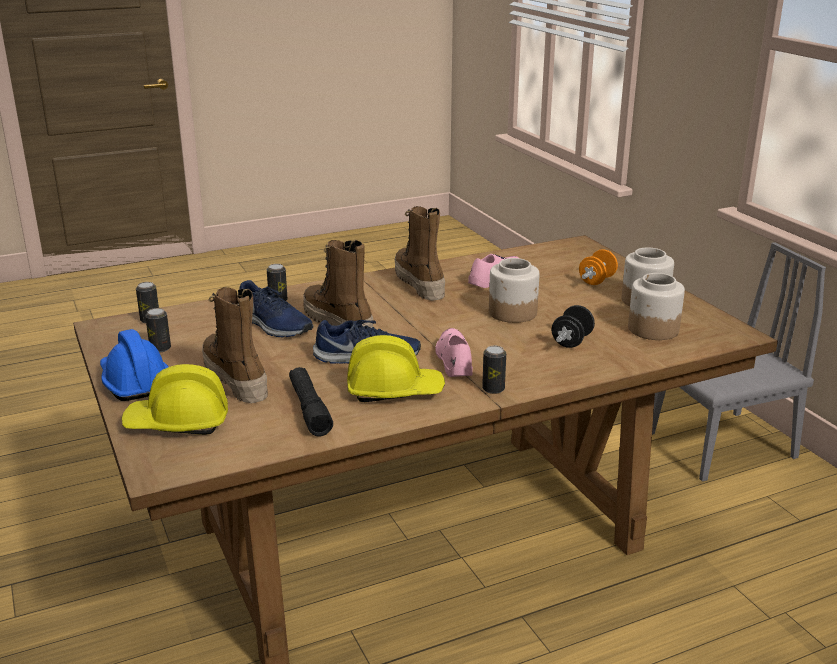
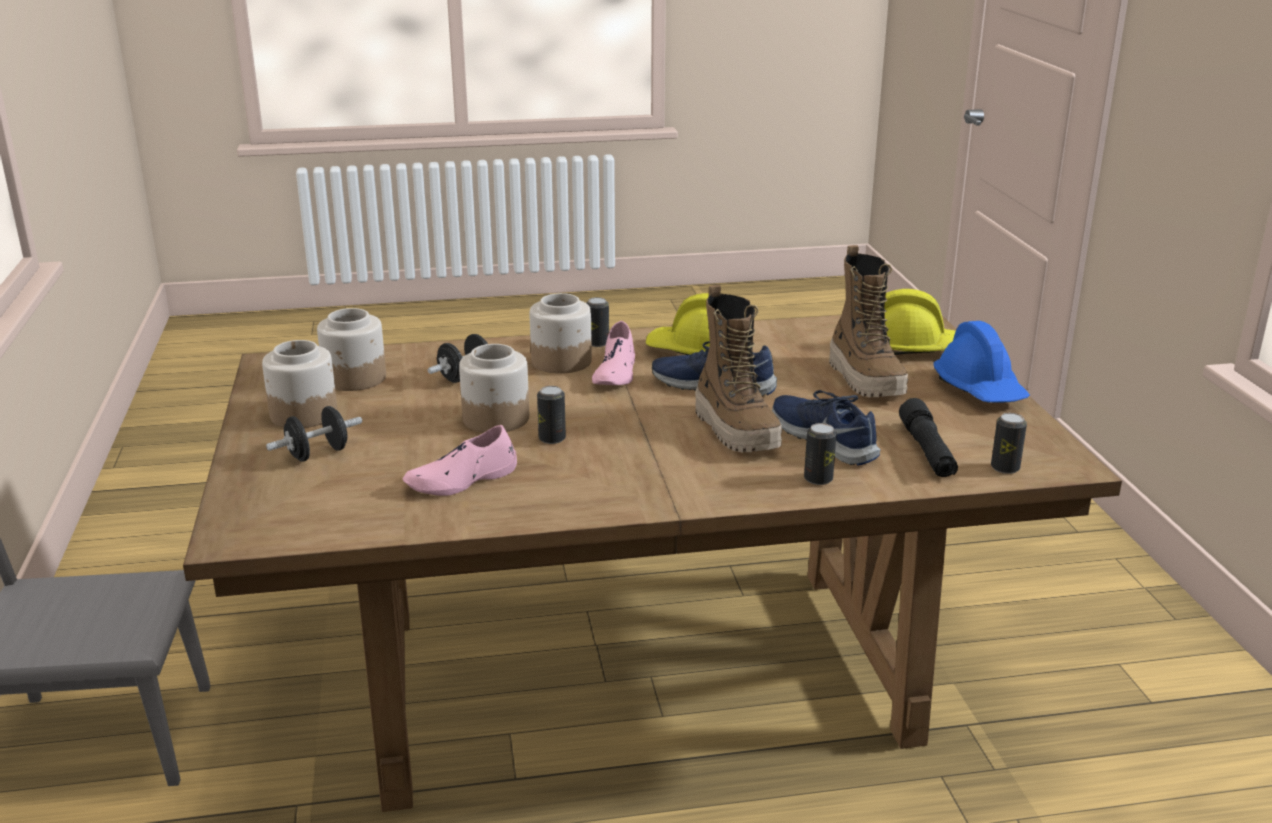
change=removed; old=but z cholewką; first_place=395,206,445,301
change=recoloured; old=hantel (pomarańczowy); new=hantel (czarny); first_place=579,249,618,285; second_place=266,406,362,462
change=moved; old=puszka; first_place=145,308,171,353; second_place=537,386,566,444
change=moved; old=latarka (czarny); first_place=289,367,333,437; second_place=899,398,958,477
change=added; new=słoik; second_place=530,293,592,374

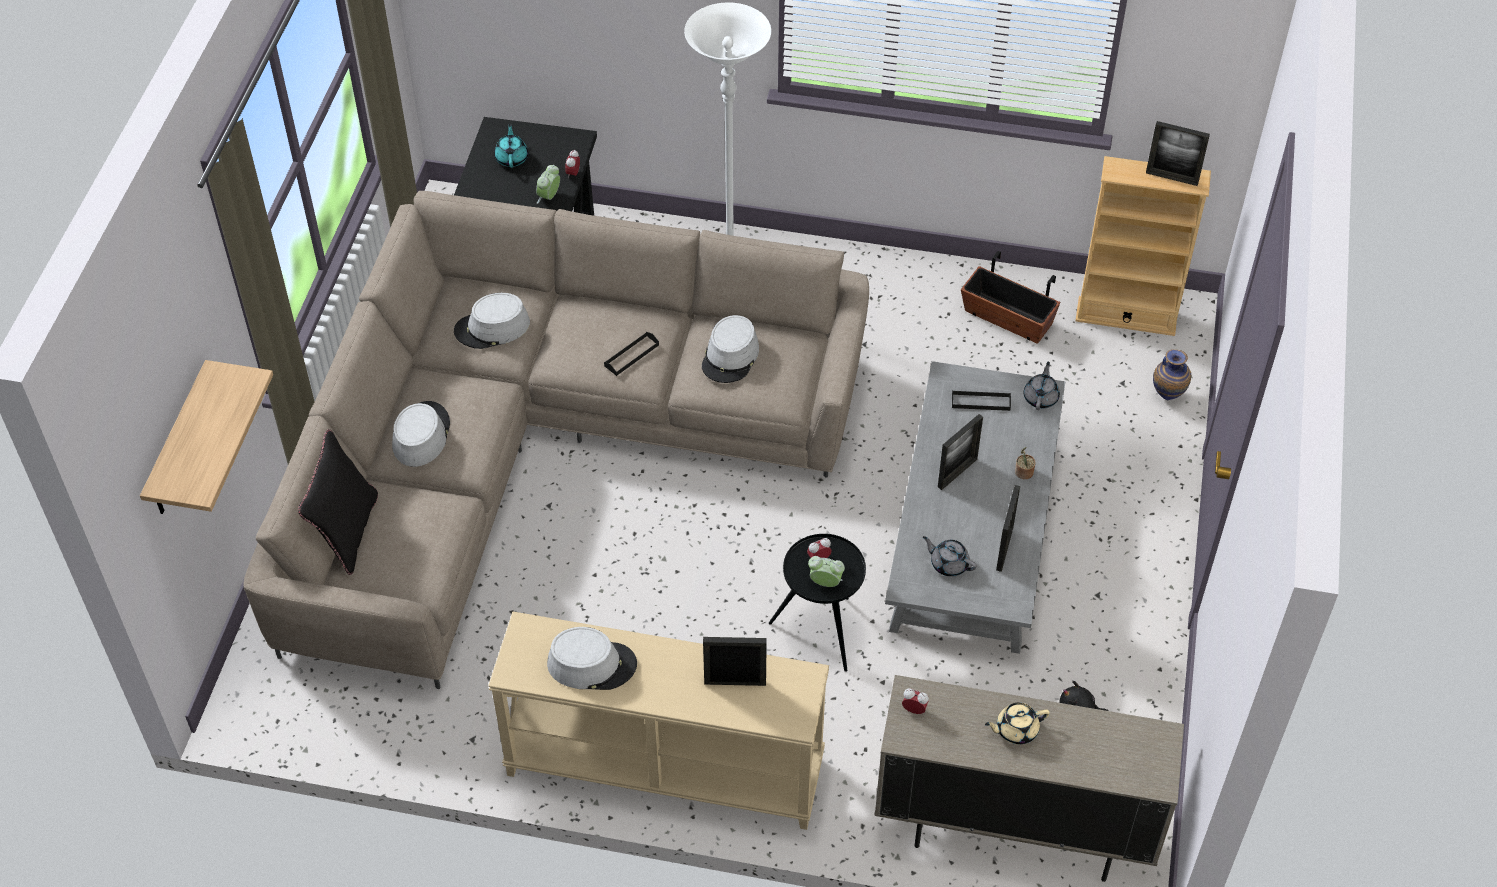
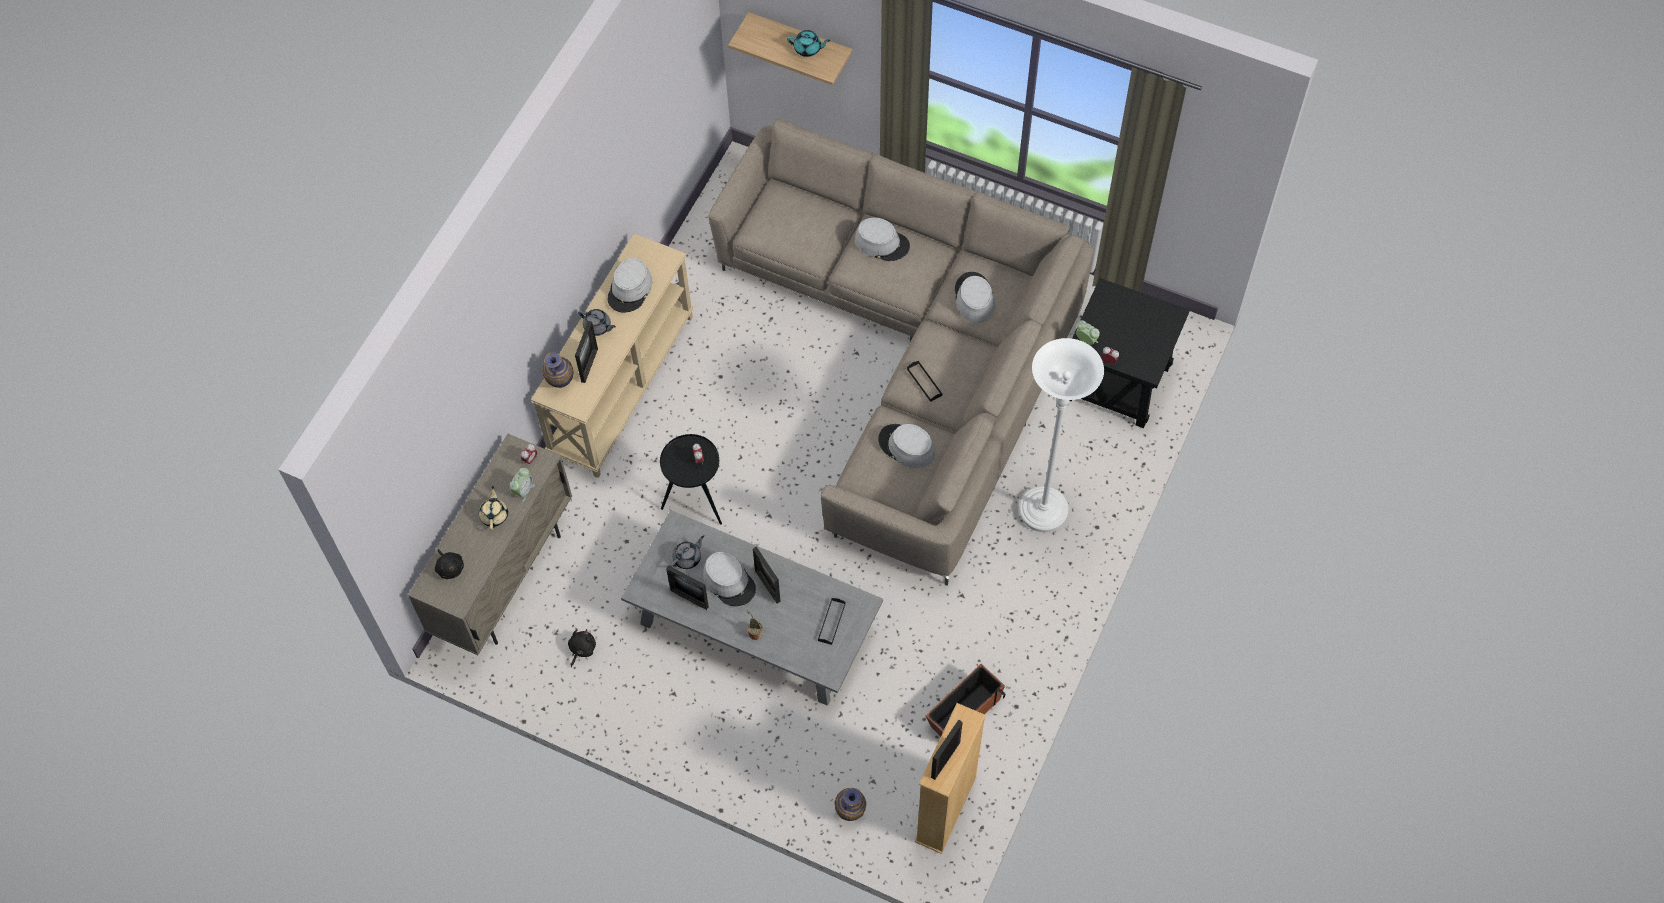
change=moved; old=imbryk (turkusowy); first_place=494,124,528,168; second_place=787,30,830,57
change=moved; old=imbryk (szary); first_place=1024,361,1060,410; second_place=578,309,616,336
change=removed; old=poduszka (czarny); first_place=298,429,378,575
change=moved; old=budzik; first_place=808,556,845,587; second_place=510,468,535,502
change=added; new=wazon; second_place=542,353,573,388
change=added; new=pluszak (czarny); second_place=435,549,464,579
change=added; new=kapelusz (szary); second_place=703,552,756,606

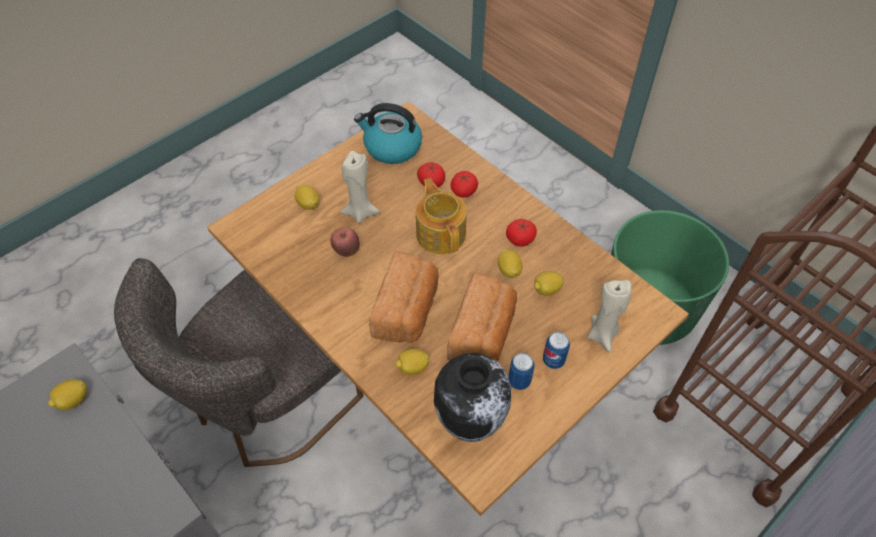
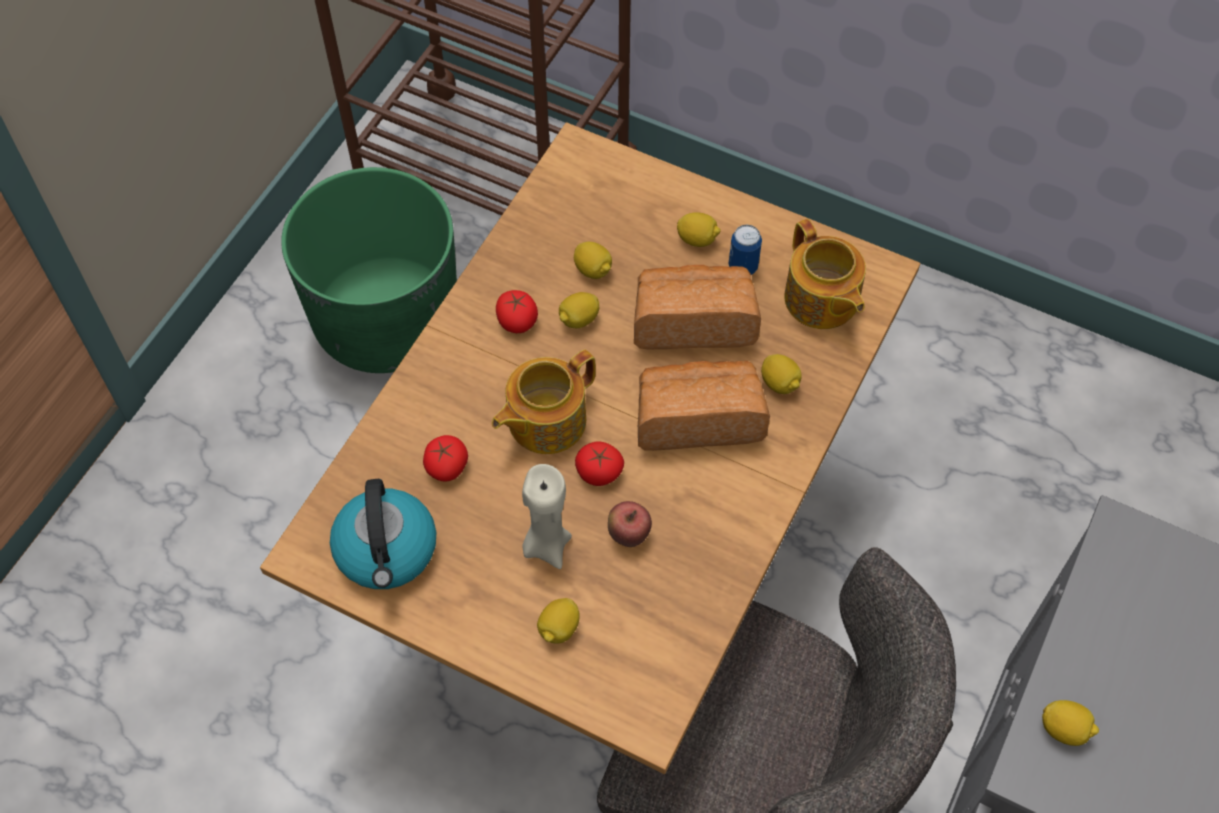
change=moved; old=pomidor; first_place=451,171,478,198; second_place=575,441,624,486
change=removed; old=świeca (beżowy); first_place=587,280,632,353
change=replaced; old=puszka; new=cytryna; first_place=543,332,570,369; second_place=677,212,721,247
change=replaced; old=wazon; new=imbryk; first_place=434,353,511,442; second_place=784,219,866,329

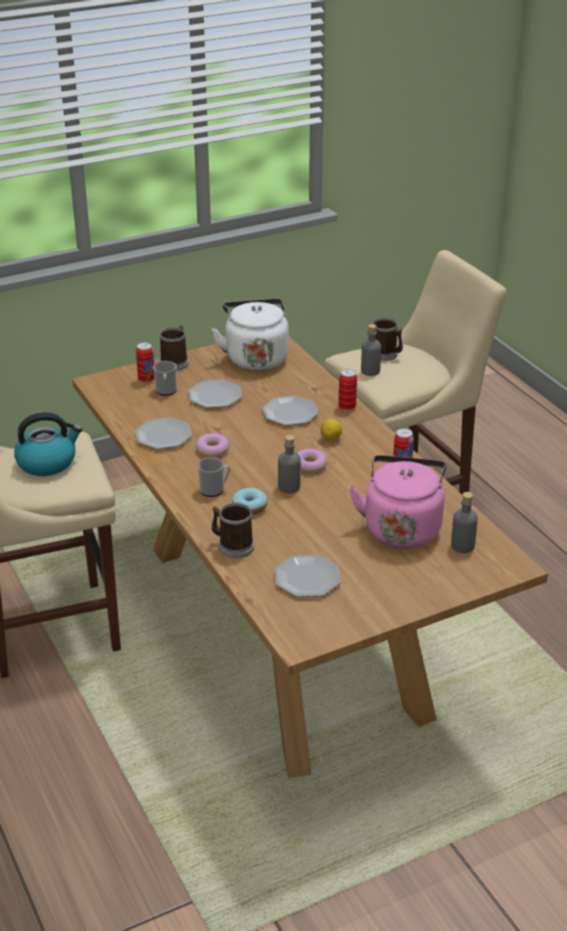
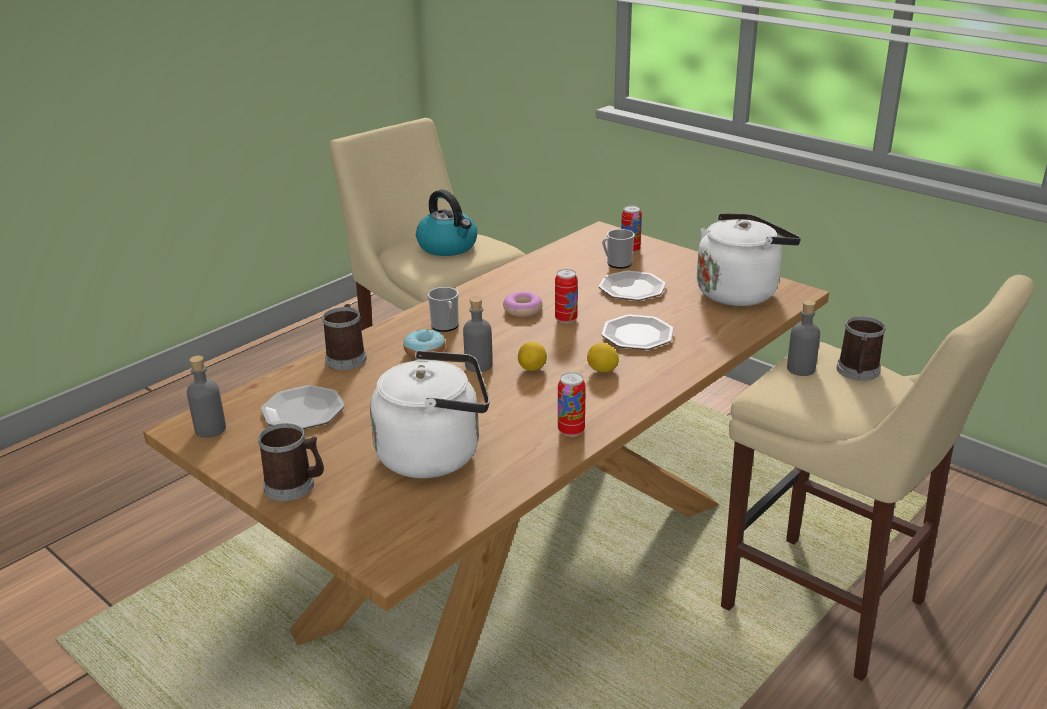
change=moved; old=kubek; first_place=160,326,188,371; second_place=258,423,324,501
change=moved; old=puszka; first_place=338,369,357,411; second_place=555,269,578,324
change=removed; old=talerz; first_place=135,417,193,450
change=replaced; old=donut; new=cytryna; first_place=297,449,327,473; second_place=518,342,547,371
change=recoloured; old=czajnik (różowy); new=czajnik (biały); first_place=349,455,446,548; second_place=370,350,490,478
change=moved; old=butelka (szary); first_place=451,492,478,553; second_place=187,356,226,438

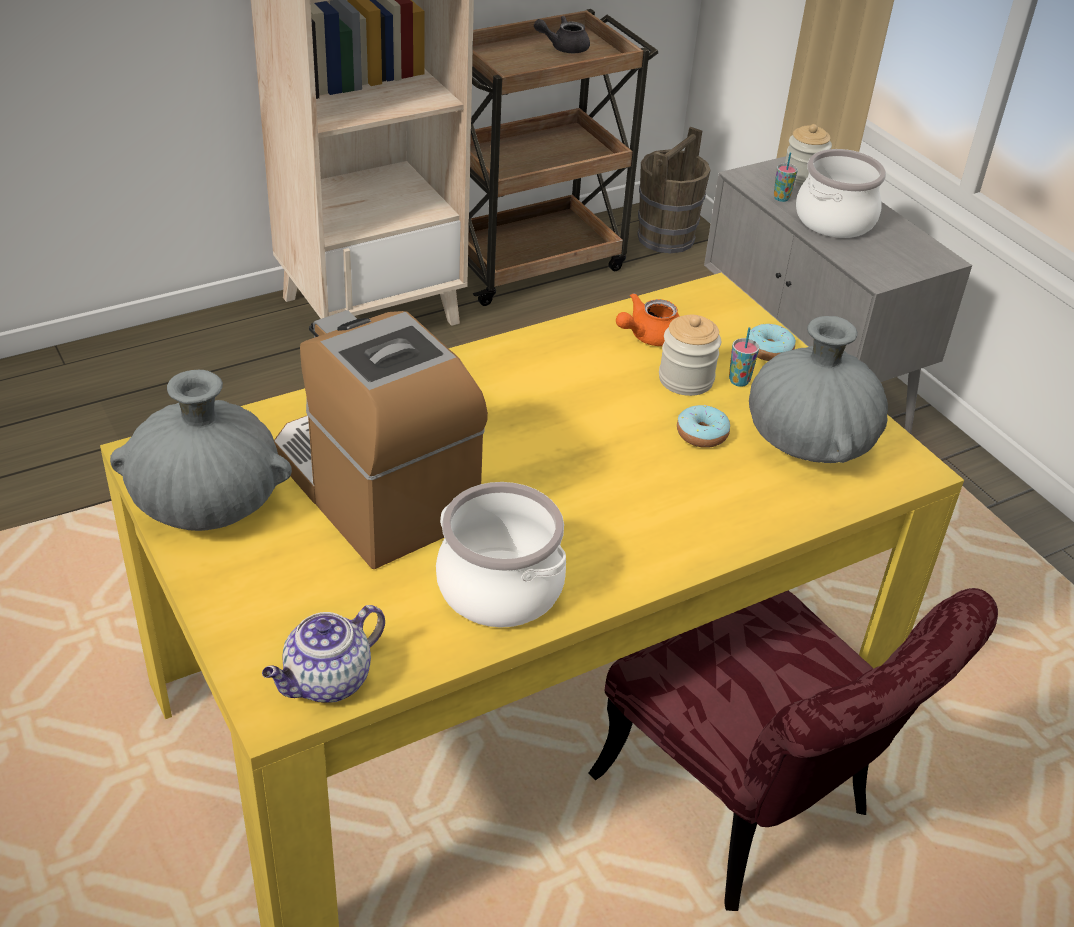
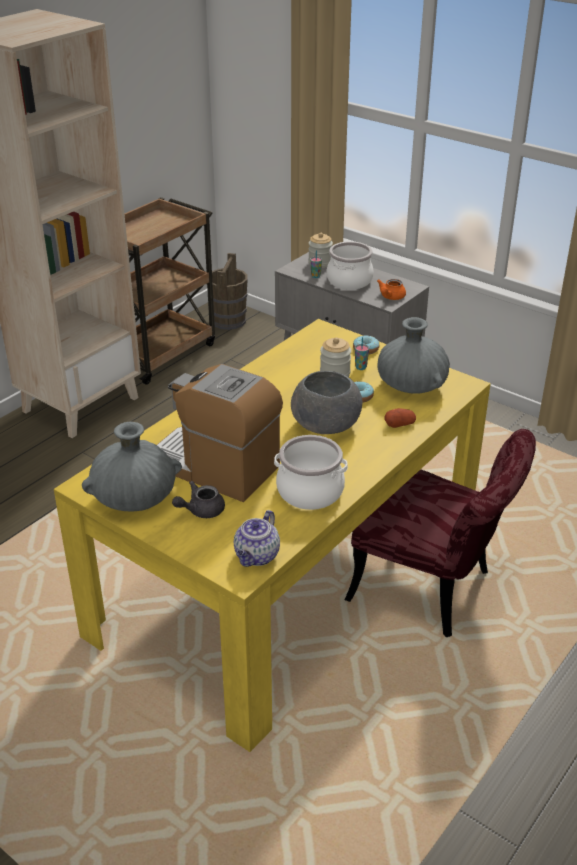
change=moved; old=imbryk (szary); first_place=534,16,590,53; second_place=172,481,225,518
change=moved; old=imbryk (pomarańczowy); first_place=616,293,680,346; second_place=377,279,406,300
change=added; new=miska (szary); second_place=291,371,362,434
change=added; new=ziemniak; second_place=384,408,416,428

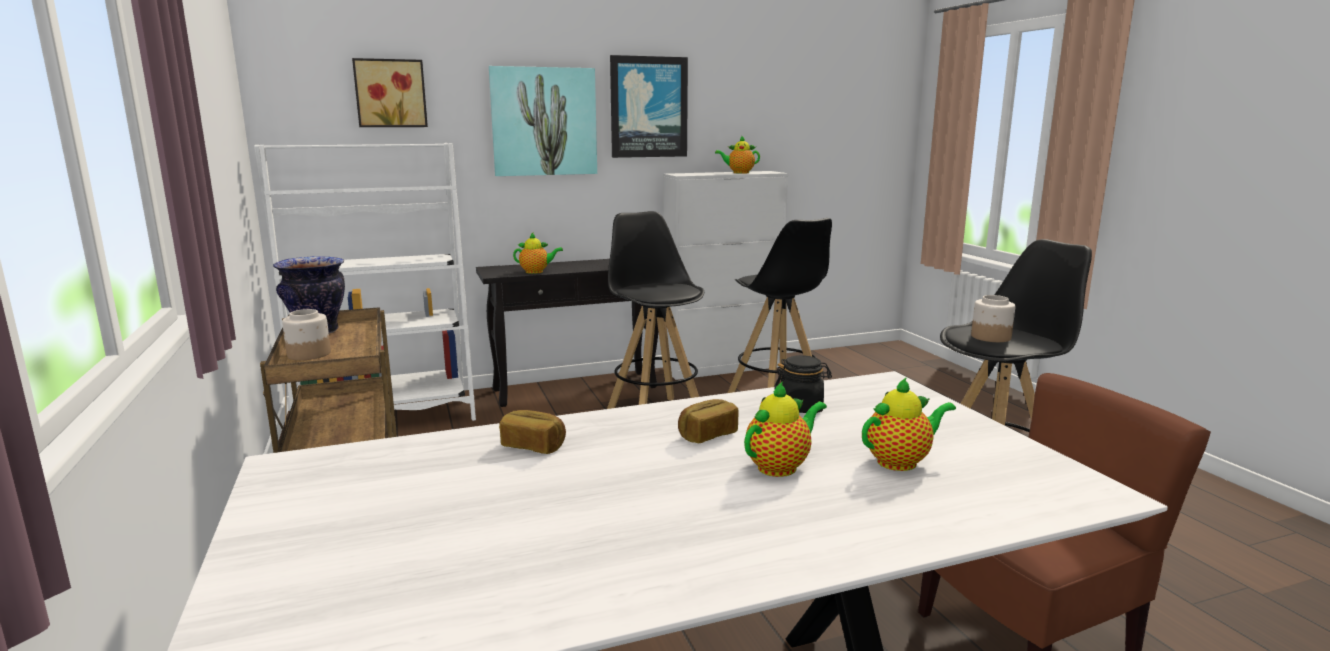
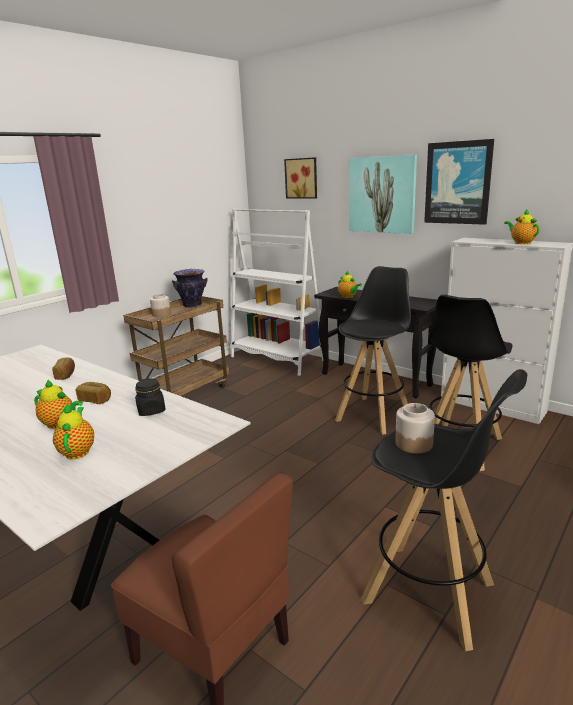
change=turned; old=imbryk; first_place=862,377,956,471; second_place=53,404,94,459; degrees=-135

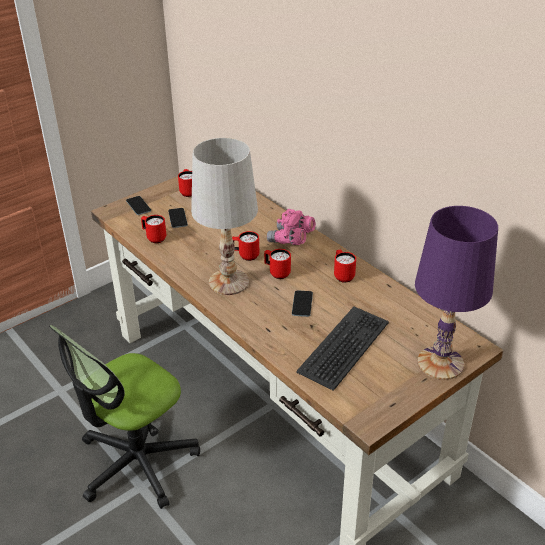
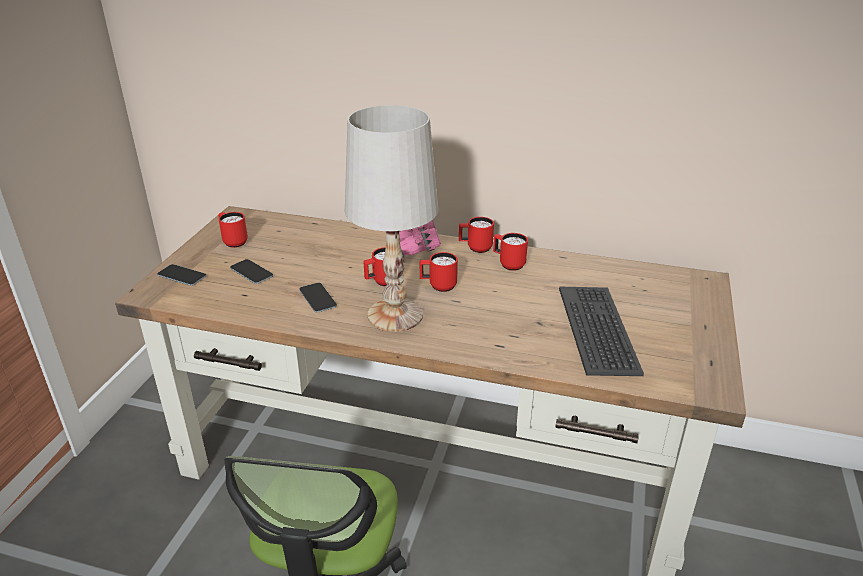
change=removed; old=lampa stołowa (fioletowy); first_place=415,206,498,380
change=moved; old=kubek (czerwony); first_place=141,215,166,243; second_place=459,217,494,253
change=moved; old=telefon; first_place=292,290,313,317; second_place=299,283,337,313

